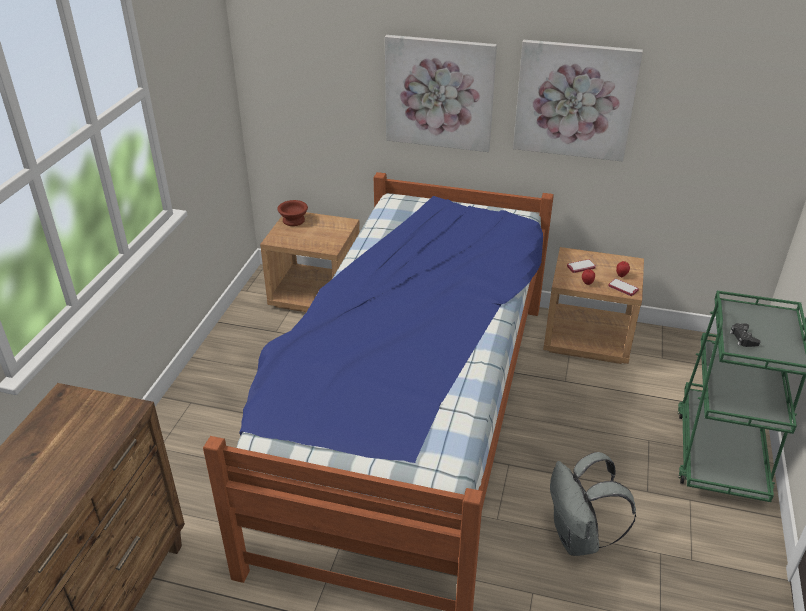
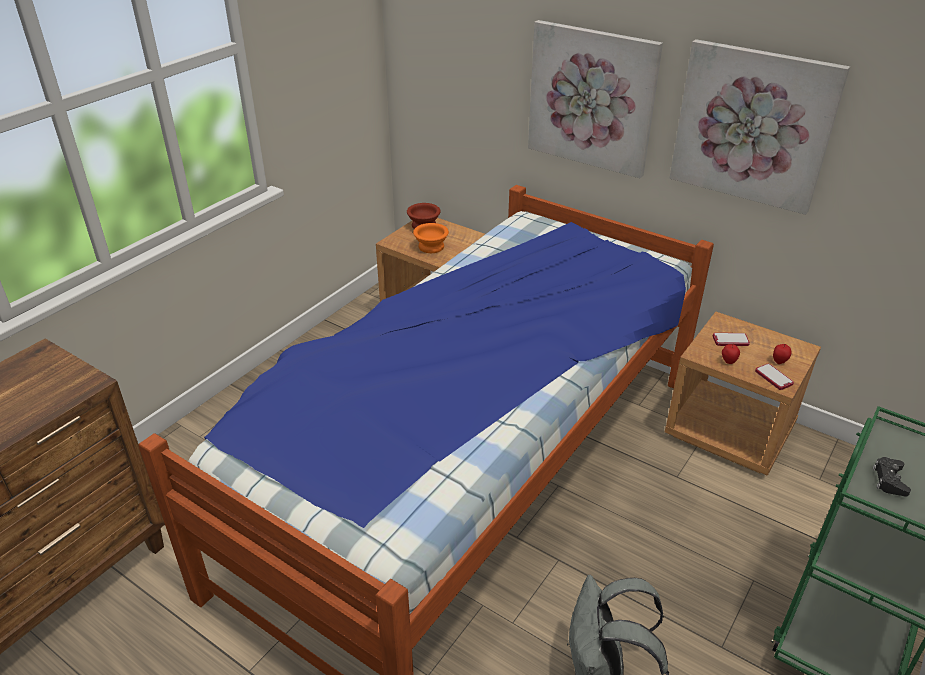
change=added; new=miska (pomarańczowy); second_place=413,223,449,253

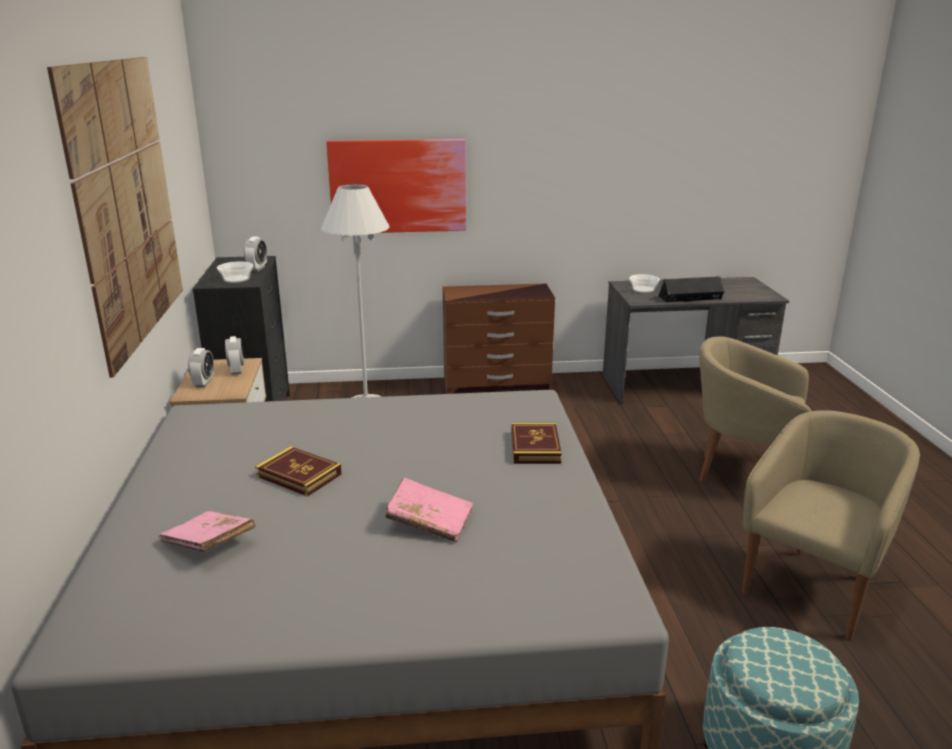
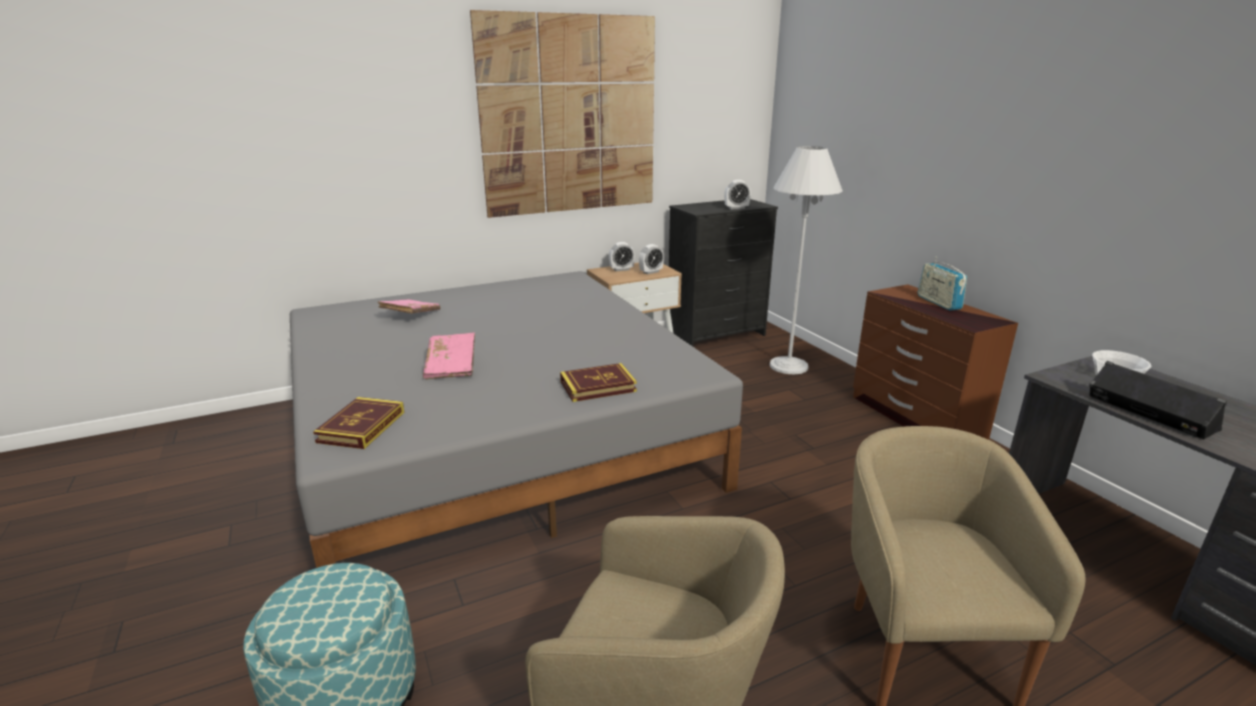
change=removed; old=obraz; first_place=326,139,466,233
change=removed; old=miska; first_place=217,261,253,283
change=moved; old=książka; first_place=255,446,342,497; second_place=313,397,405,449
change=added; new=radio; second_place=918,257,967,311

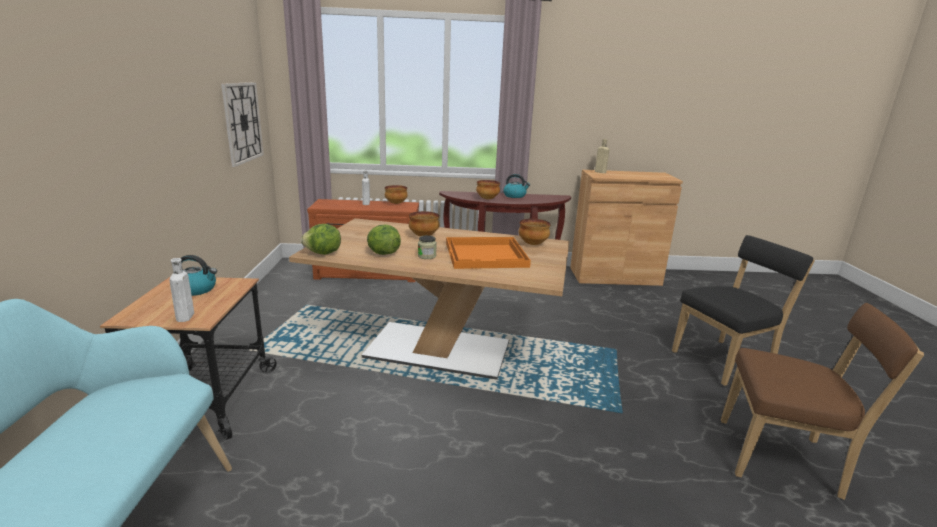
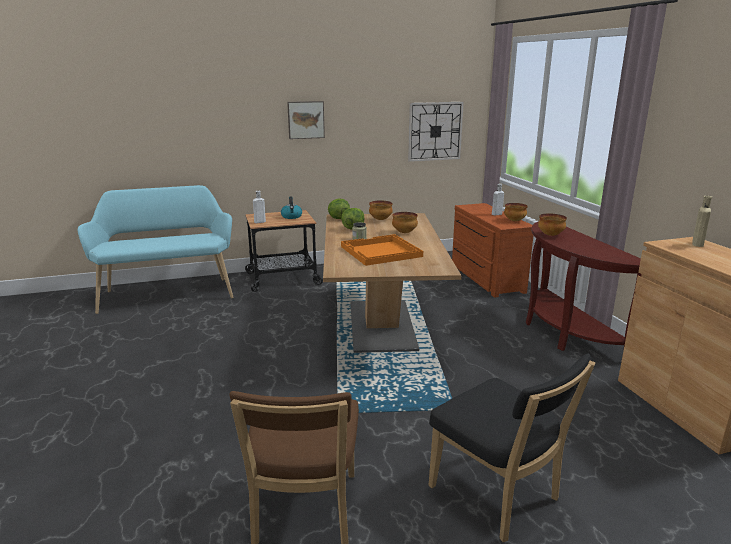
change=removed; old=czajnik; first_place=503,174,530,198
change=moved; old=miska; first_place=519,219,551,245; second_place=369,200,393,220
change=added; new=obraz; second_place=287,101,325,139

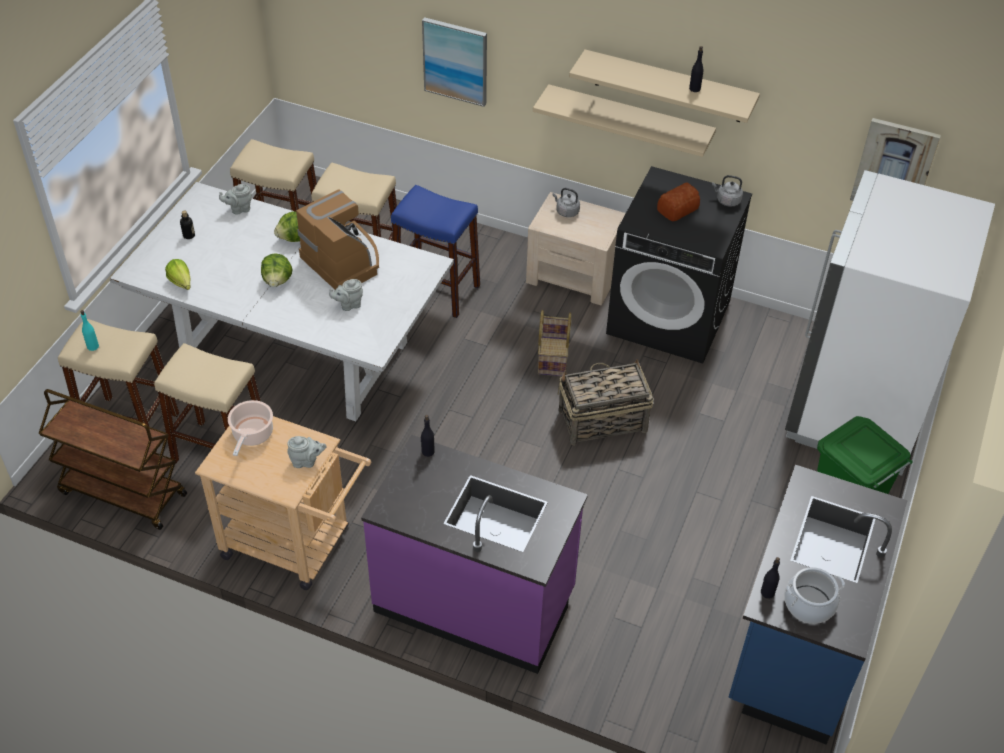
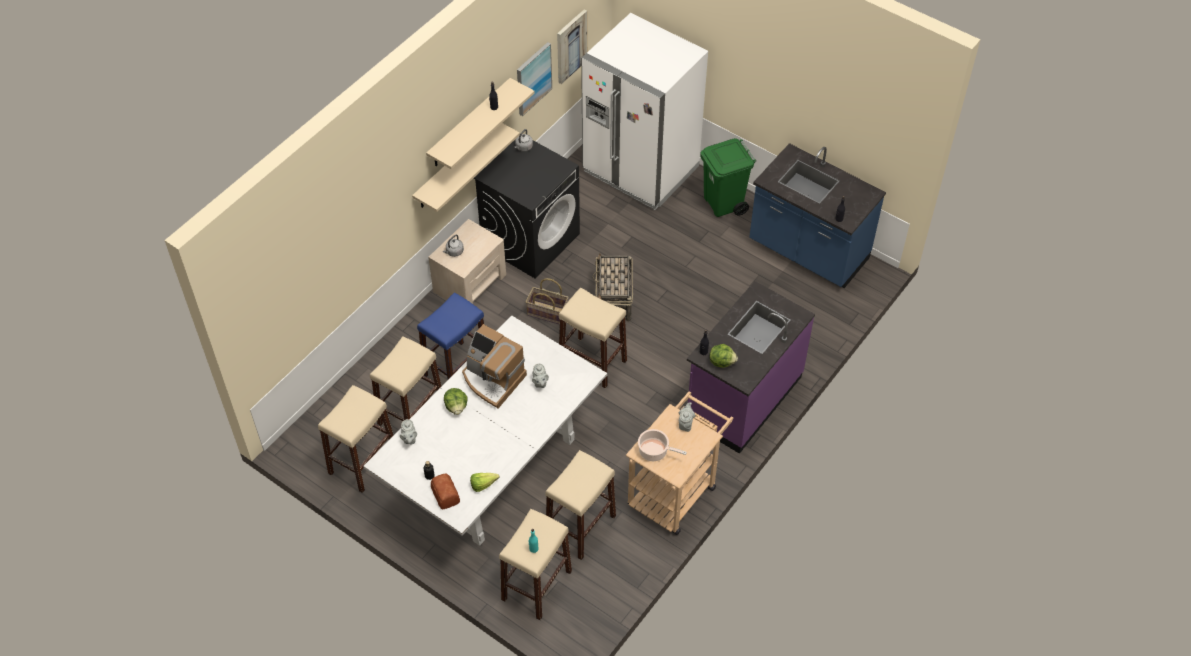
change=moved; old=obraz; first_place=422,17,487,107; second_place=517,42,552,116
change=moved; old=chleb; first_place=657,182,700,221; second_place=431,473,460,509
change=turned; old=ekspres do kawy; first_place=296,189,379,290; second_place=462,324,527,409; degrees=-120
change=moved; old=sałata; first_place=261,254,293,287; second_place=709,344,738,368
change=removed; old=wózek (brązowy); first_place=38,389,187,530
change=removed; old=garnek; first_place=784,567,845,624
change=added; new=stołek (beżowy); second_place=559,288,627,388

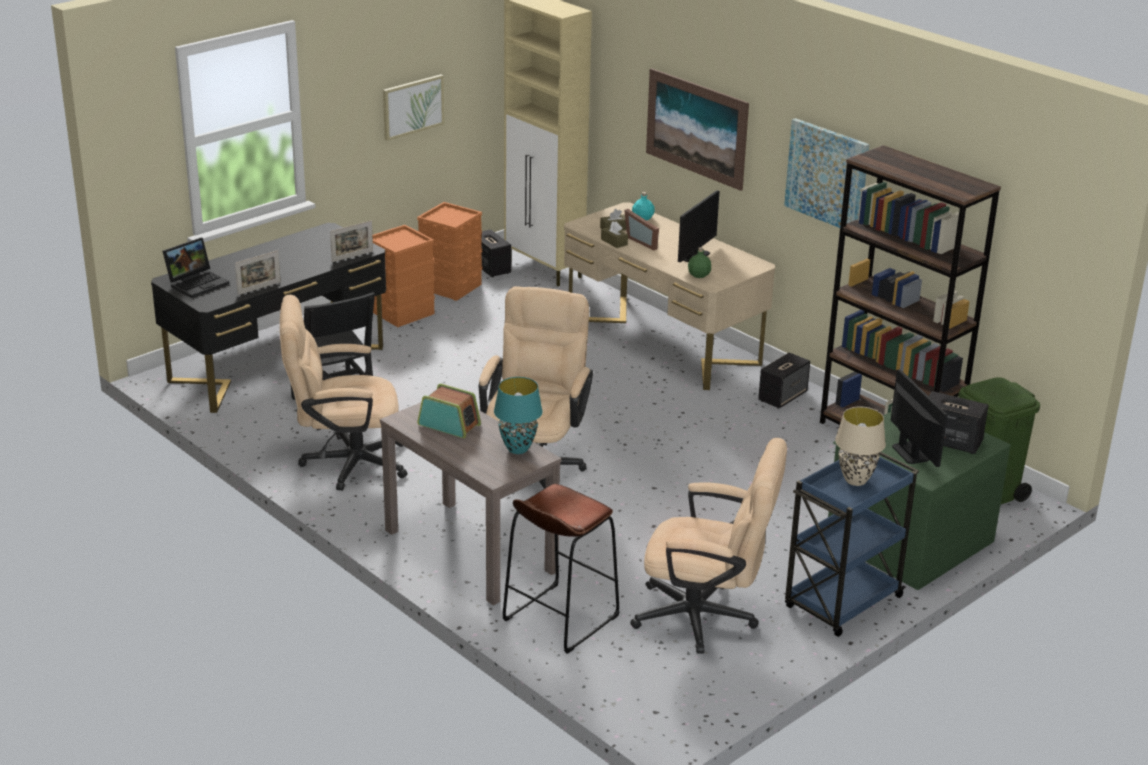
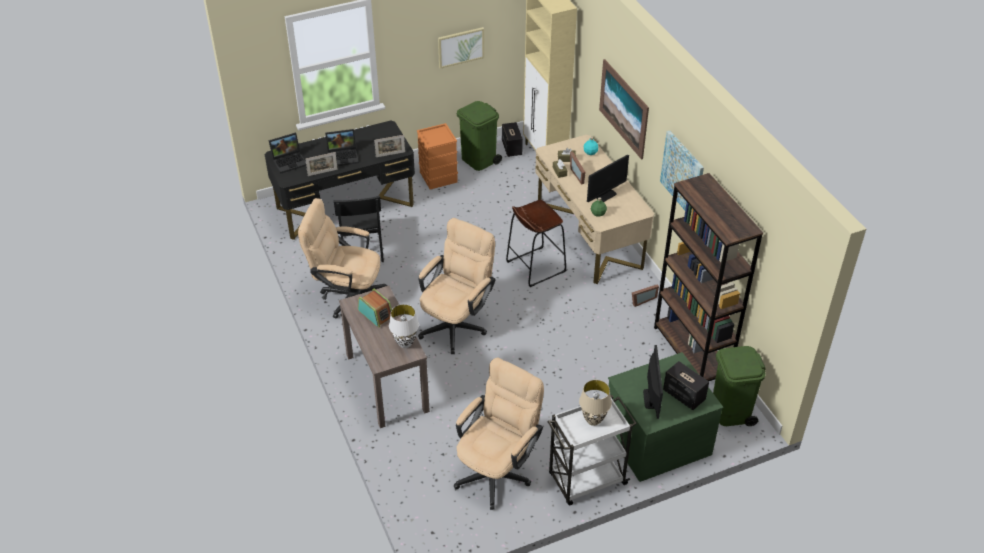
change=replaced; old=pojemnik do przechowywania (pomarańczowy); new=kosz na śmieci (zielony); first_place=417,202,483,301; second_place=457,101,502,171
change=replaced; old=głośnik; new=ramka na zdjęcie; first_place=758,353,810,409; second_place=632,285,659,307
change=recoloured; old=lampa stołowa (turkusowy); new=lampa stołowa (biały); first_place=494,377,543,454; second_place=389,304,419,348
change=turned; old=krzesło biurowe (beżowy); first_place=630,438,787,654; second_place=454,358,544,510; degrees=-90
change=recoloured; old=wózek (niebieski); new=wózek (biały); first_place=785,452,919,637; second_place=547,395,637,506
change=moved; old=stołek (brązowy); first_place=503,484,619,654; second_place=506,200,566,287
change=added; new=laptop; second_place=325,129,359,166

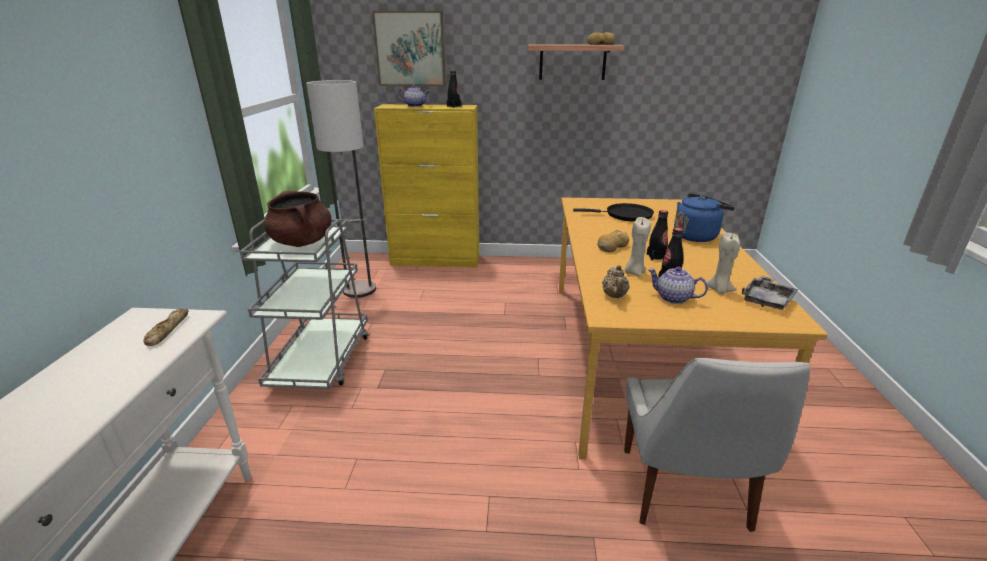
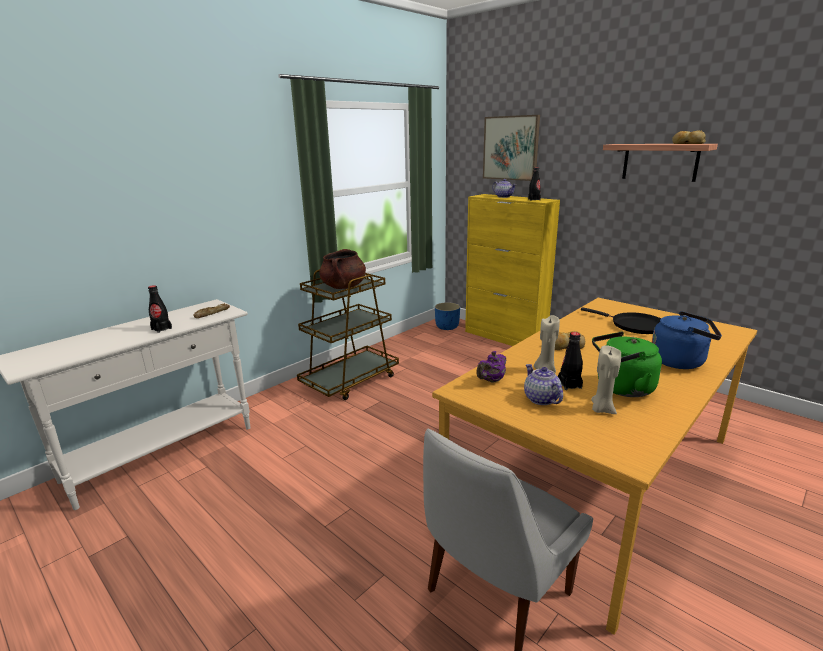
change=removed; old=lampa stojąca; first_place=306,80,376,298
change=moved; old=butelka (czarny); first_place=647,210,668,261; second_place=148,285,172,333
change=recoloured; old=wózek (szary); new=wózek (brązowy); first_place=240,219,368,389; second_place=297,269,399,400
change=recoloured; old=imbryk (beżowy); new=imbryk (fioletowy); first_place=602,265,630,298; second_place=476,351,506,383
change=removed; old=taca (szary); first_place=742,275,798,310
change=added; new=donica (niebieski); second_place=435,302,460,330
change=added; new=czajnik (zielony); second_place=592,332,662,397

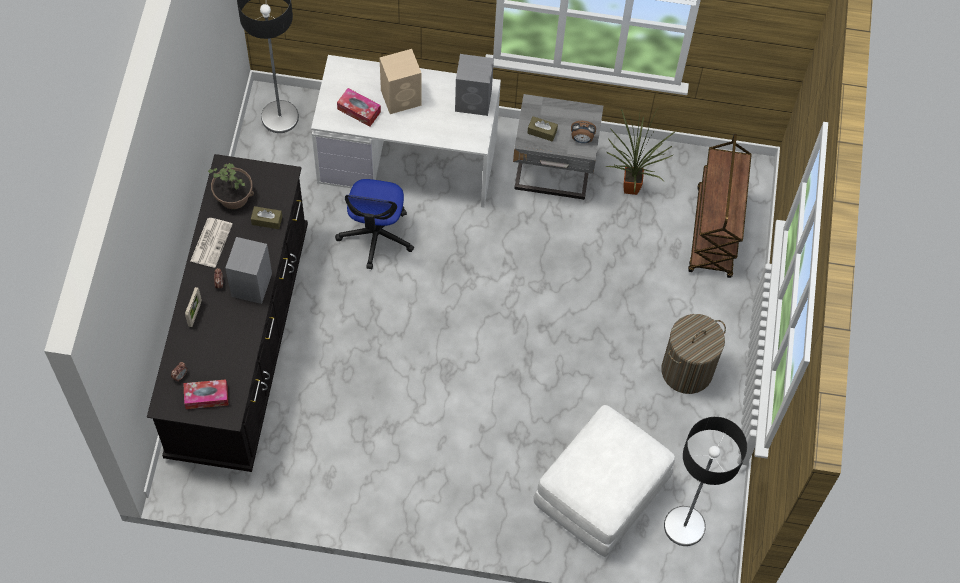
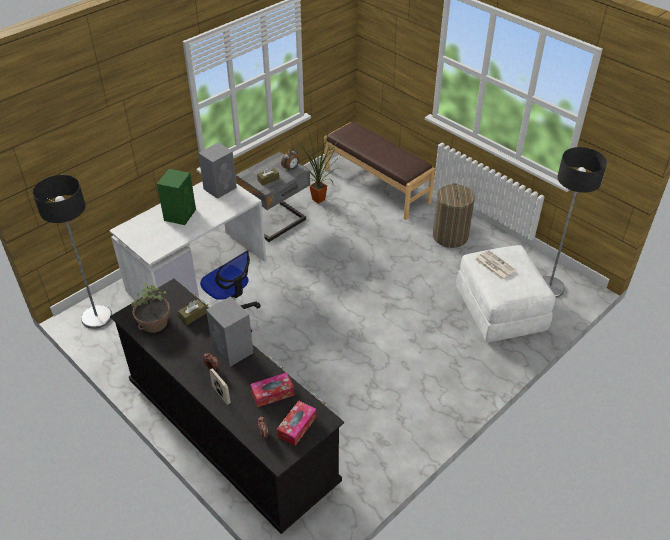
change=recoloured; old=głośnik (beżowy); new=głośnik (zielony); first_place=380,49,422,114; second_place=157,169,196,225
change=moved; old=pudełko chusteczek; first_place=337,88,381,127; second_place=251,373,294,407
change=replaced; old=wózek (brązowy); new=ławka (brązowy); first_place=688,134,752,278; second_place=324,122,435,220
change=moved; old=gazeta; first_place=190,218,233,268; second_place=475,250,516,280

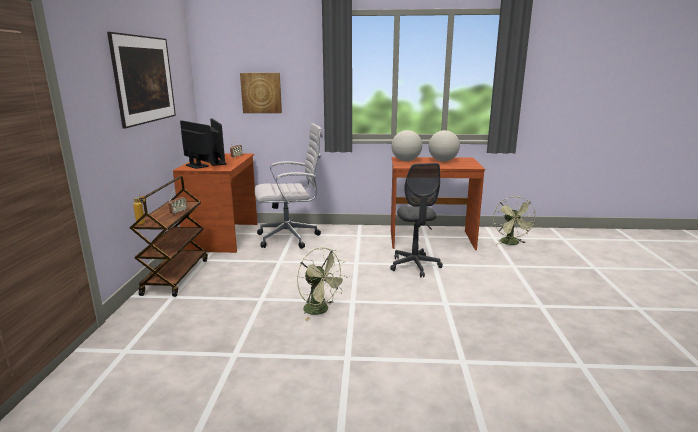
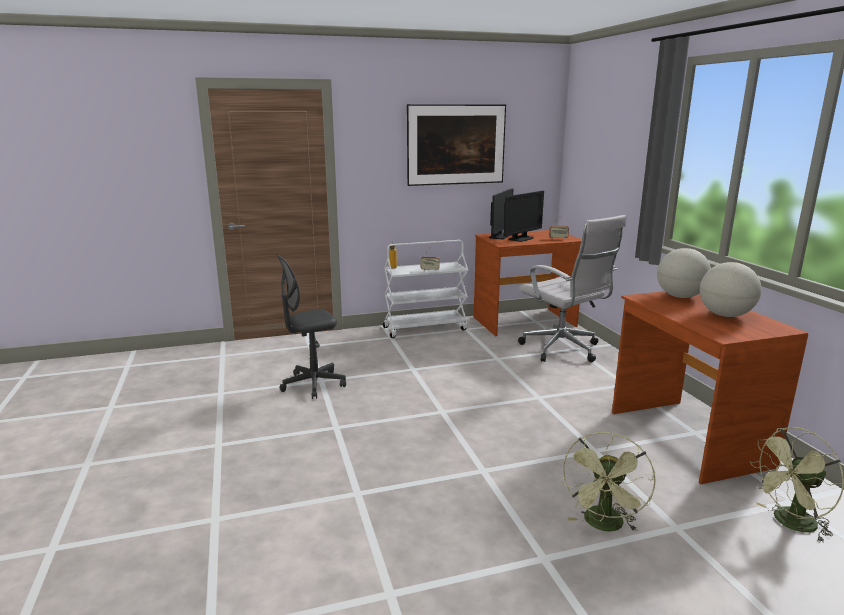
change=removed; old=obraz; first_place=240,73,282,113
change=moved; old=krzesło biurowe (szary); first_place=390,163,443,277; second_place=277,254,346,399
change=recoloured; old=wózek (brązowy); new=wózek (biały); first_place=130,176,208,297; second_place=383,240,468,338
change=moved; old=wentylator (zielony); first_place=297,247,346,320; second_place=562,432,656,532

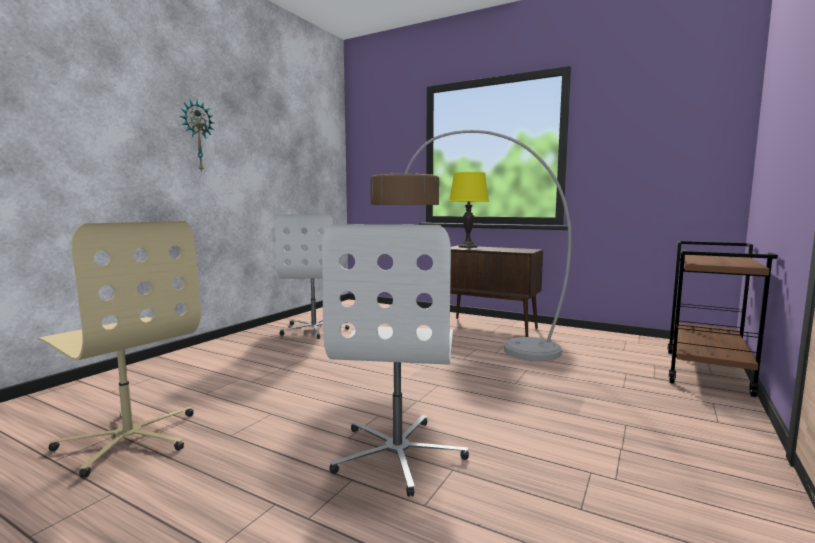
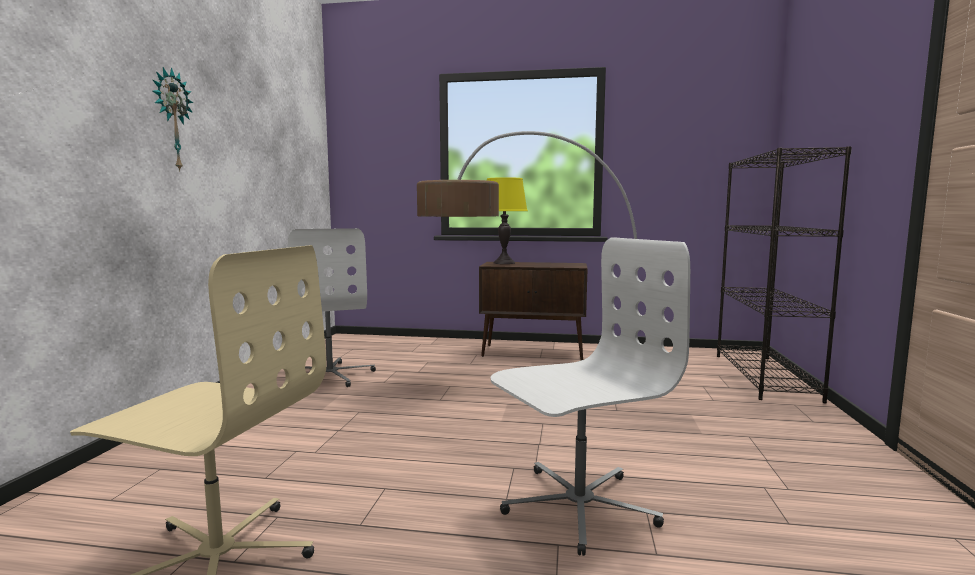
change=turned; old=krzesło biurowe (biały); first_place=322,224,469,497; second_place=490,237,690,556; degrees=-105
change=replaced; old=wózek (brązowy); new=regał (czarny); first_place=668,241,778,397; second_place=717,146,852,404

